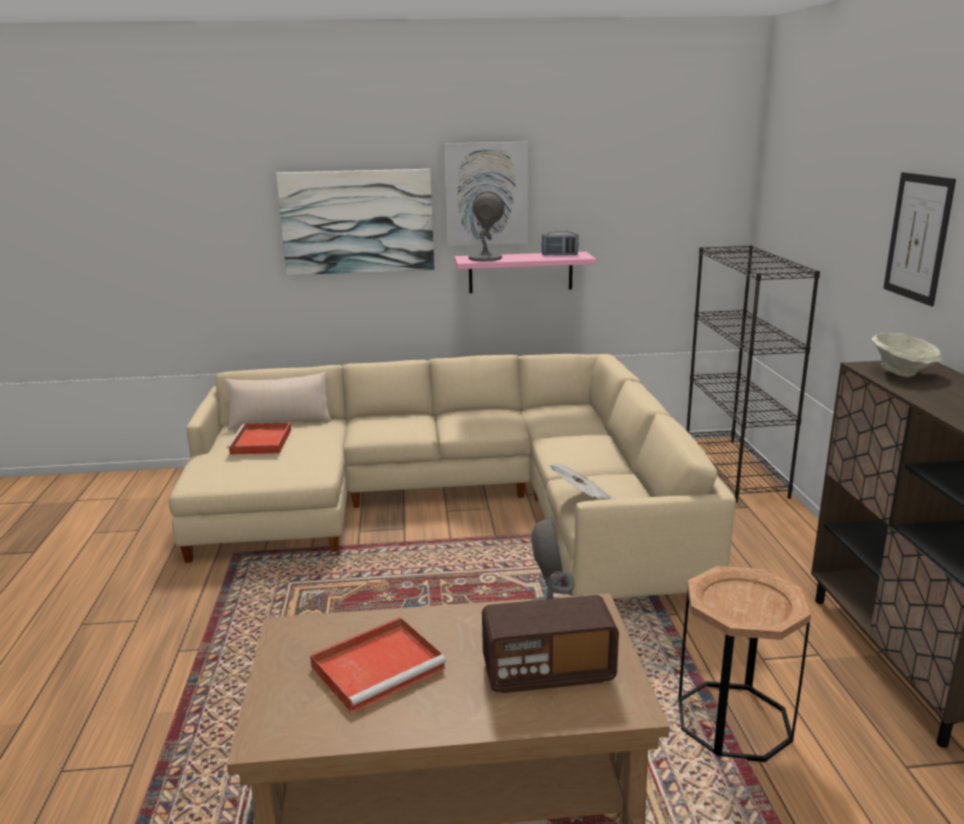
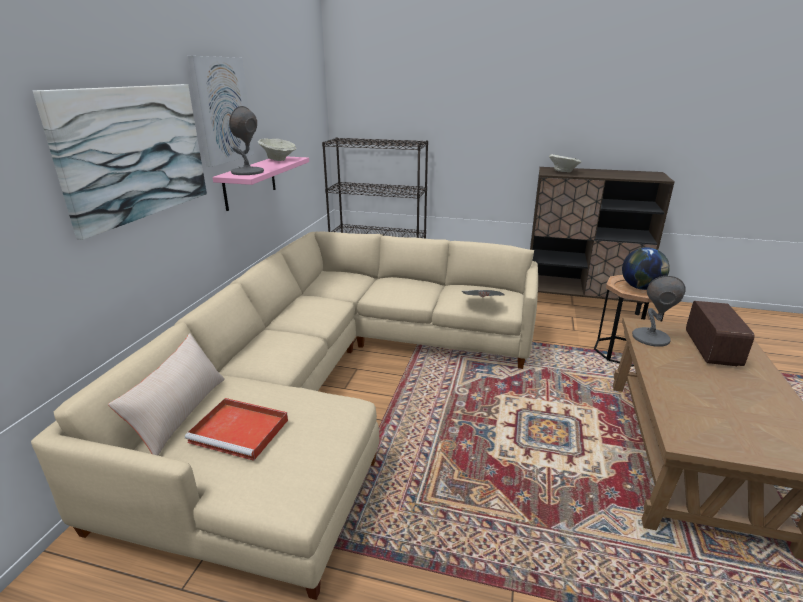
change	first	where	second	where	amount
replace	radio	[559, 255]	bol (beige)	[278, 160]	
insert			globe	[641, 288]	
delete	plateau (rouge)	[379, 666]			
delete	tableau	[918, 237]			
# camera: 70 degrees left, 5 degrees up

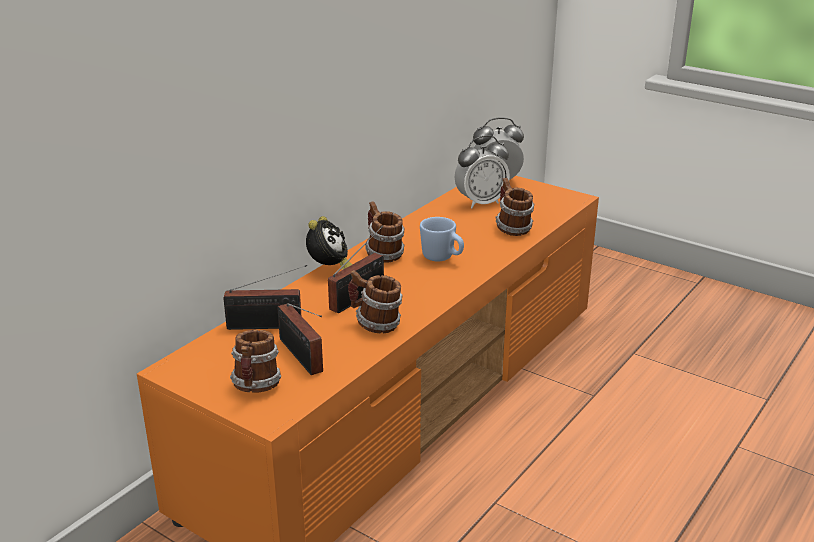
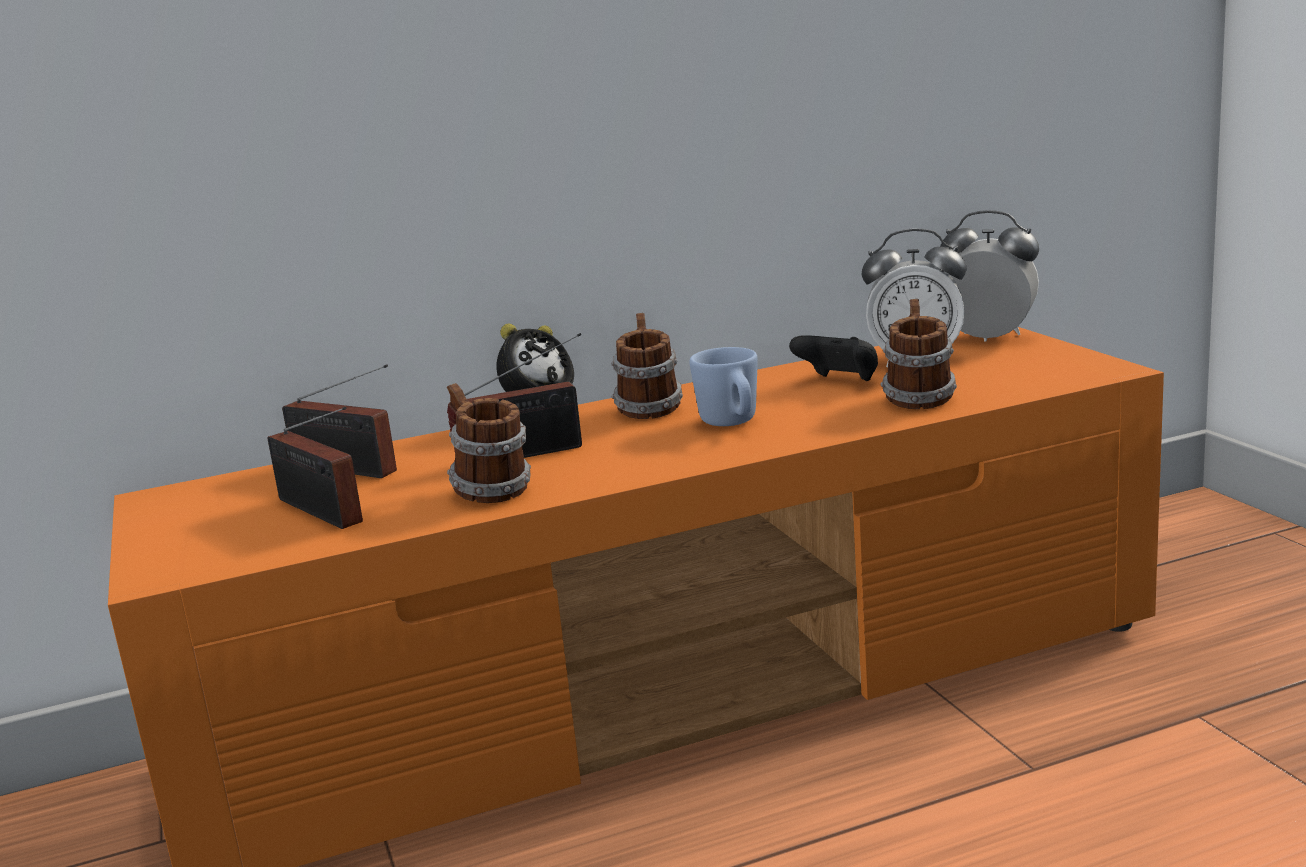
change	first	where	second	where	amount
rotate	radio	[302, 357]		[322, 513]	45 degrees counterclockwise
insert			manette (noir)	[839, 382]	
delete	mug	[256, 387]			
# camera: 35 degrees right, 10 degrees down

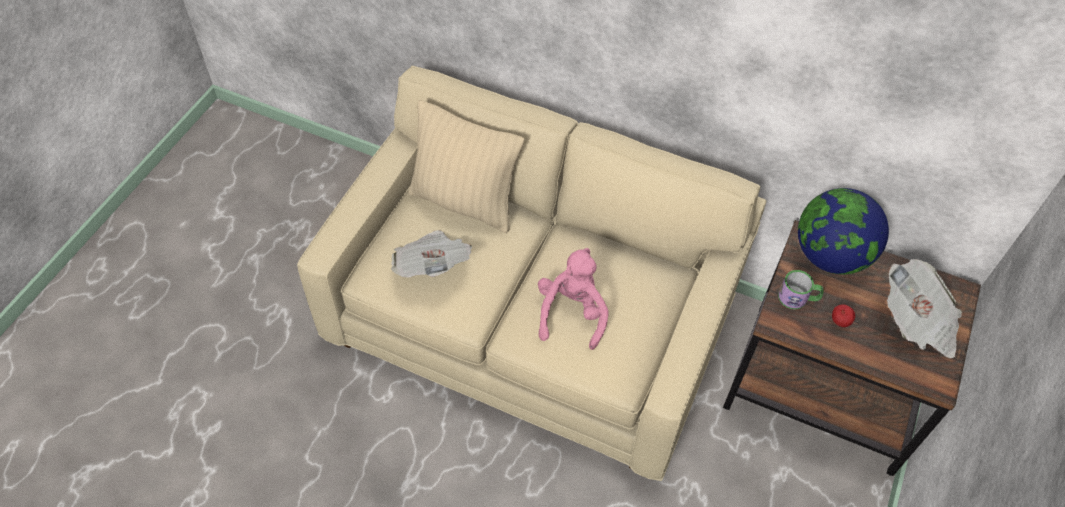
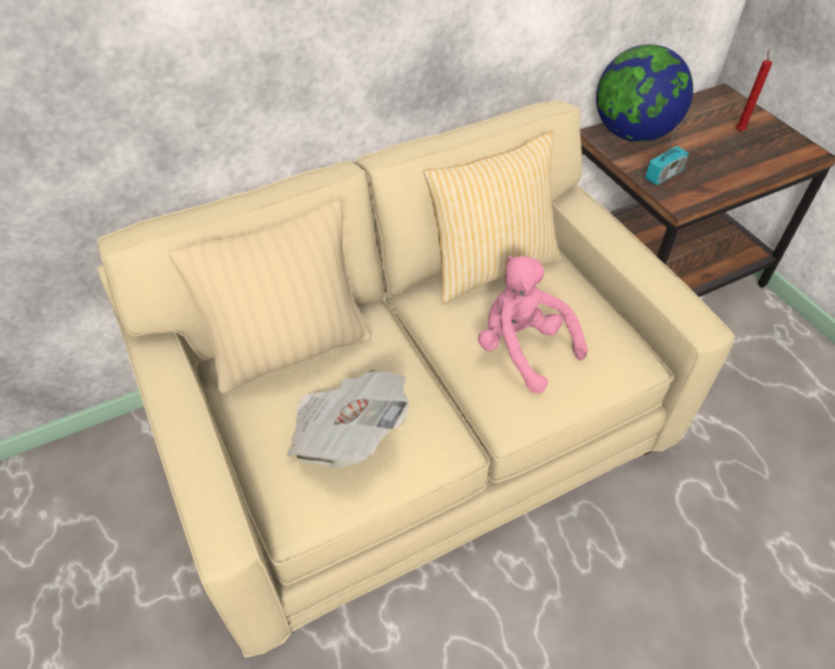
change	first	where	second	where	amount
insert			coussin	[490, 266]	
replace	mug	[798, 298]	radio	[663, 175]	
replace	journal	[917, 322]	bougie (rouge)	[739, 130]	
delete	pomme	[839, 322]			
# camera: 50 degrees left, 5 degrees down

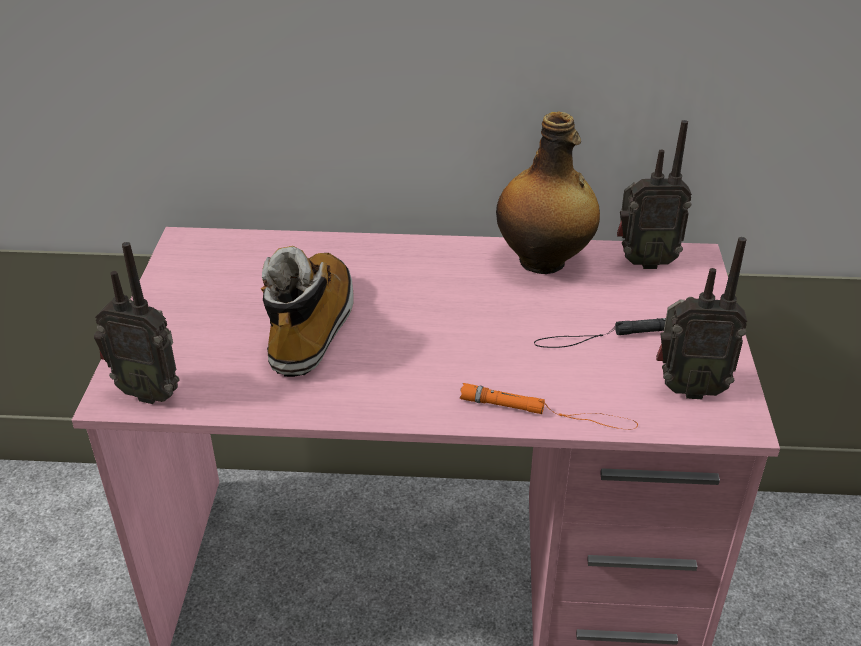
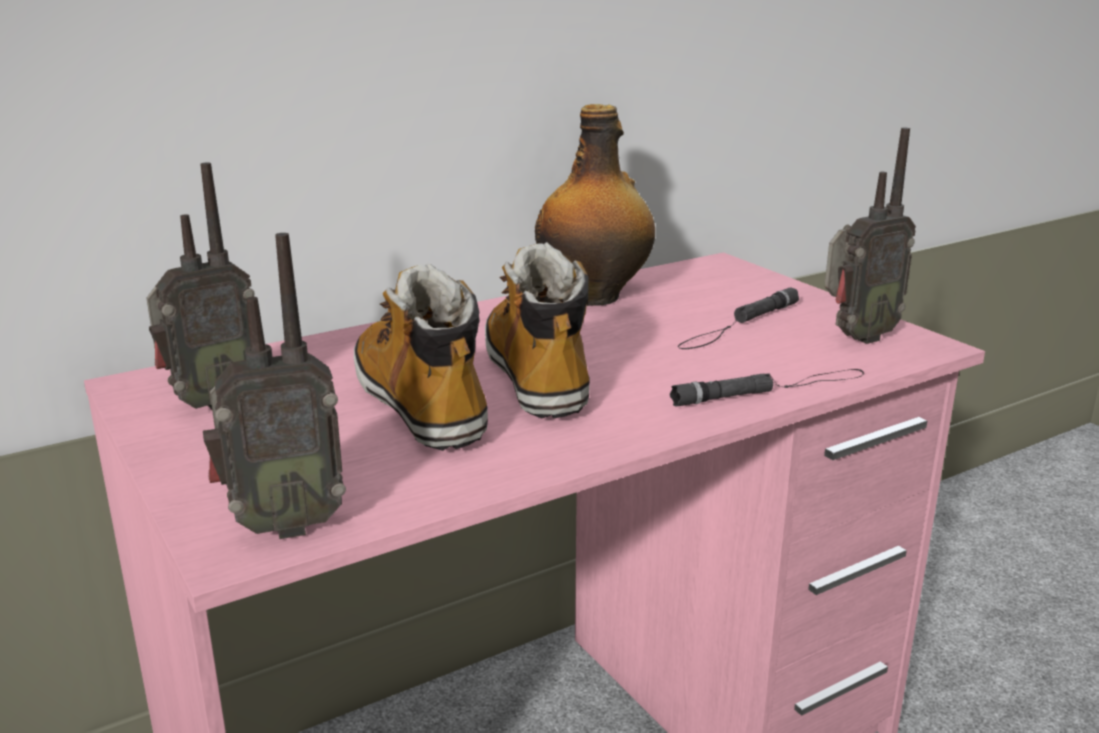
change	first	where	second	where	amount
move	radio	[643, 261]		[211, 404]	
insert			botte	[538, 377]	
recolor	lampe de poche (orange)	[548, 411]	lampe de poche (noir)	[771, 389]	
# camera: 35 degrees left, 15 degrees down

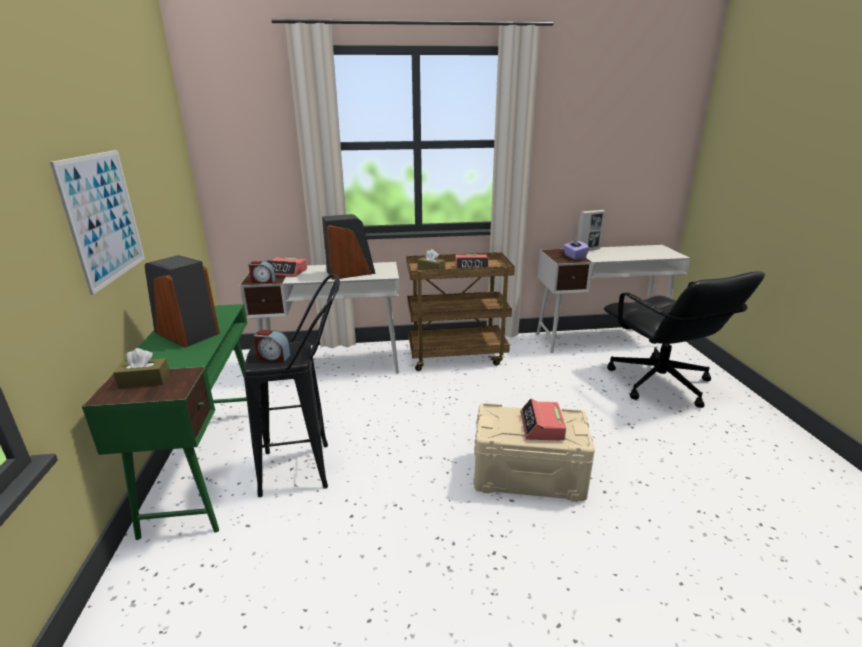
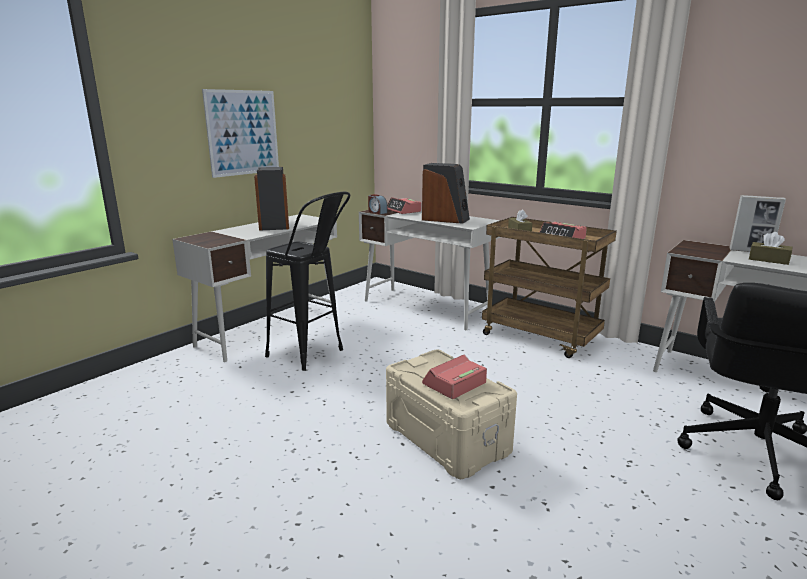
change	first	where	second	where	amount
recolor	bureau (vert)	[208, 464]	bureau (blanc)	[270, 330]	
move	boîte à mouchoirs (marron)	[144, 381]		[768, 260]	
delete	réveil	[273, 357]			
delete	boîte à mouchoirs (violet)	[574, 257]			
# camera: 45 degrees right, 5 degrees down

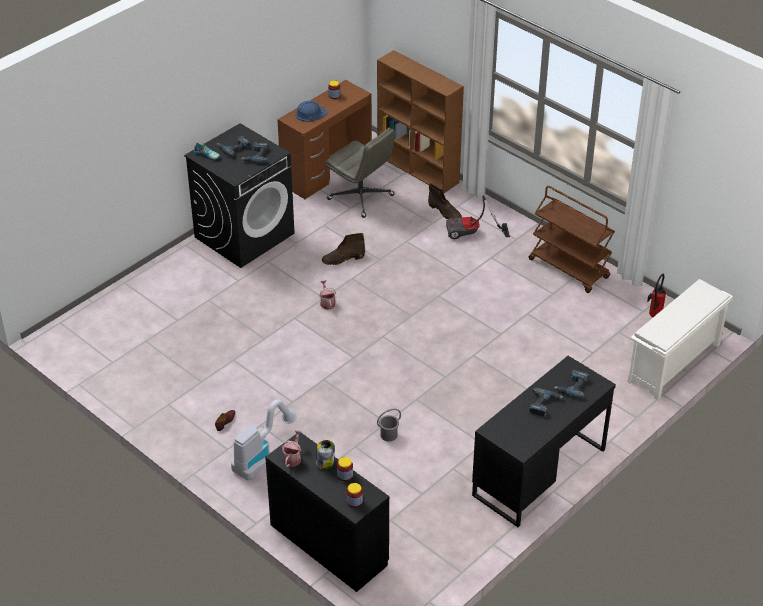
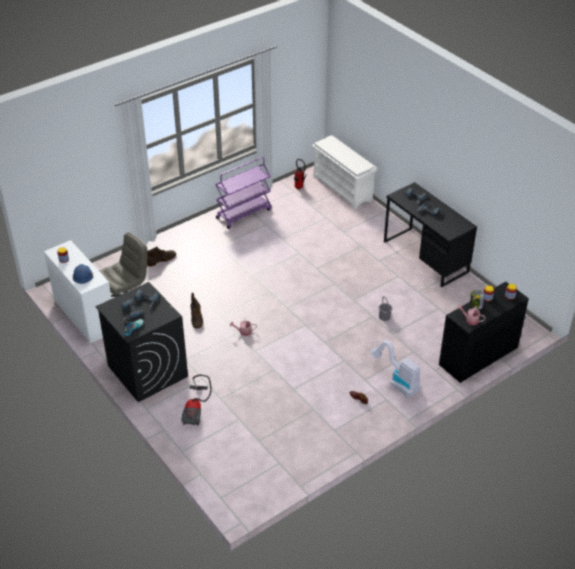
change	first	where	second	where	amount
recolor	bureau (marron)	[326, 171]	bureau (blanc)	[84, 315]	
move	aspirateur	[471, 234]		[196, 410]	
recolor	chariot (marron)	[569, 269]	chariot (violet)	[244, 213]	
delete	bibliothèque (marron)	[418, 169]			
# camera: 80 degrees left, 0 degrees up

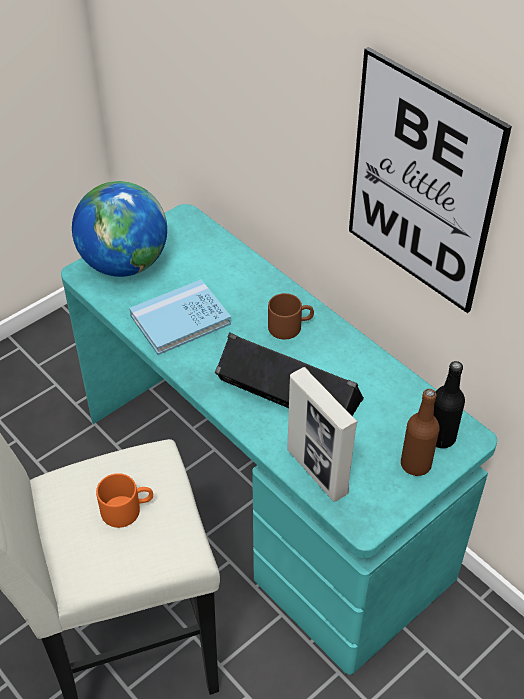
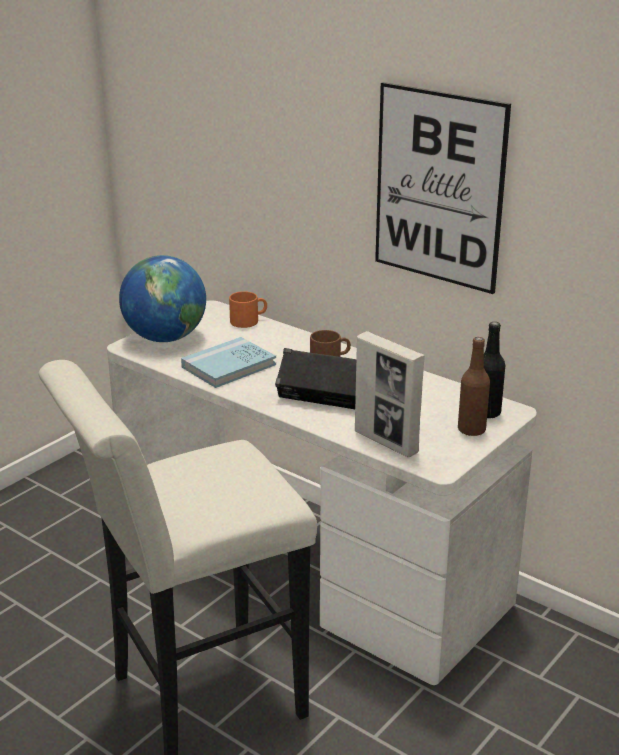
change	first	where	second	where	amount
recolor	bureau (turquoise)	[263, 490]	bureau (blanc)	[310, 562]	
move	mug (orange)	[127, 509]		[248, 320]	
# camera: 10 degrees left, 20 degrees down

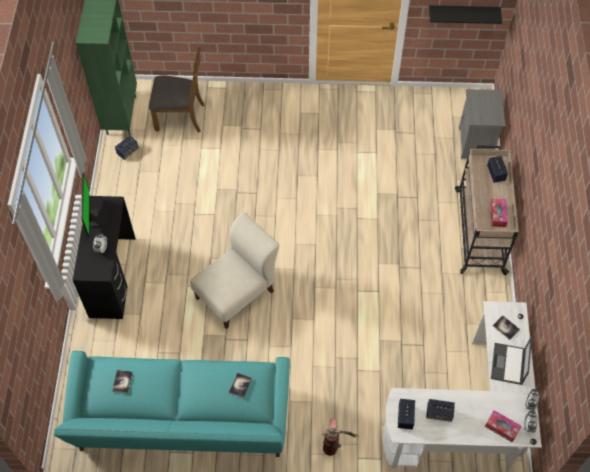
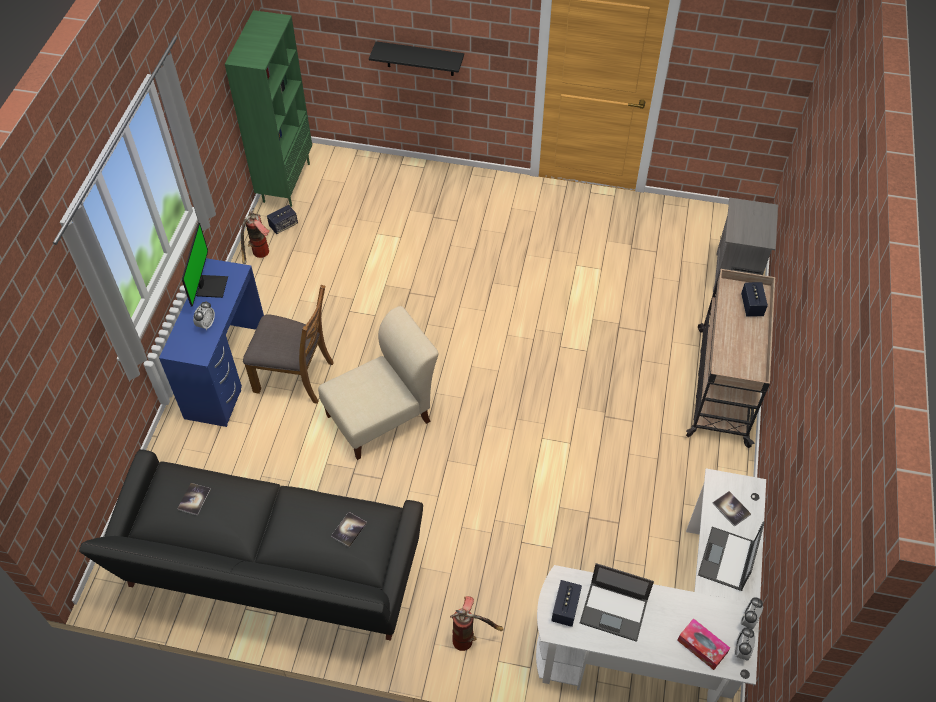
change	first	where	second	where	amount
recolor	canapé (turquoise)	[182, 422]	canapé (noir)	[271, 572]	
recolor	bureau (noir)	[112, 277]	bureau (bleu)	[226, 373]	
insert			extincteur	[259, 256]	
move	chaise (marron)	[180, 117]		[295, 376]	
move	étagère (noir)	[463, 14]		[420, 59]	
replace	enceinte	[439, 413]	ordinateur portable	[614, 611]	
delete	boîte à mouchoirs	[498, 215]			
# camera: 10 degrees right, 5 degrees down

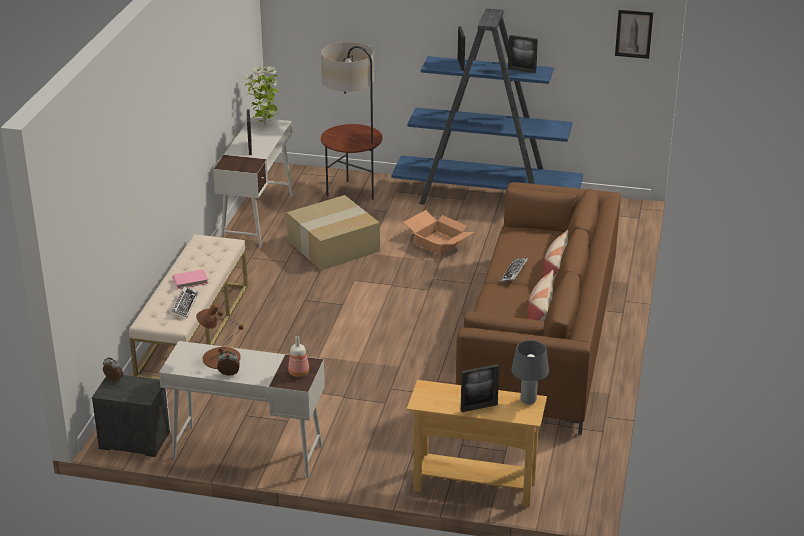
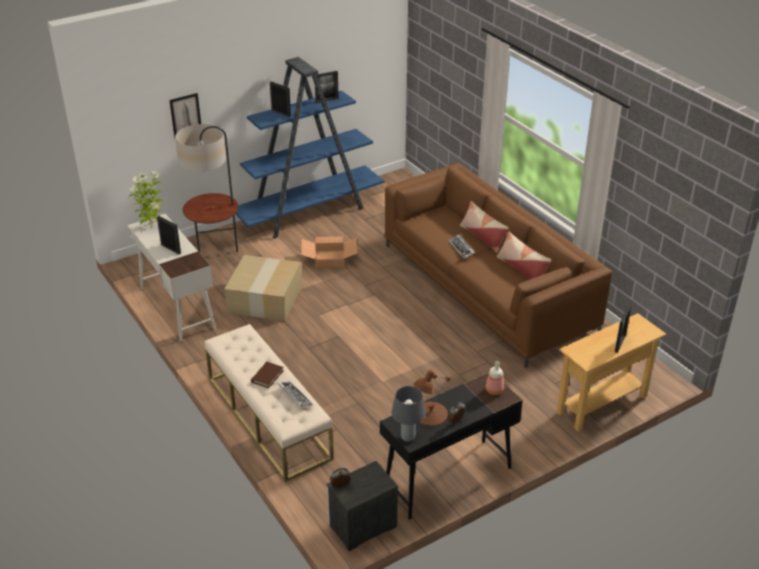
change	first	where	second	where	amount
move	tableau	[634, 34]		[185, 115]	
recolor	livre (rose)	[190, 281]	livre (marron)	[267, 376]	
recolor	bureau (blanc)	[247, 452]	bureau (noir)	[447, 478]	
move	lampe de table (gris)	[528, 401]		[407, 437]	
# camera: 45 degrees left, 5 degrees up

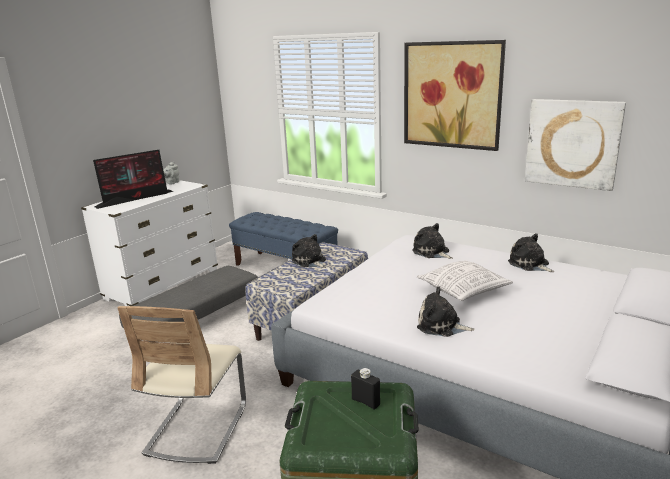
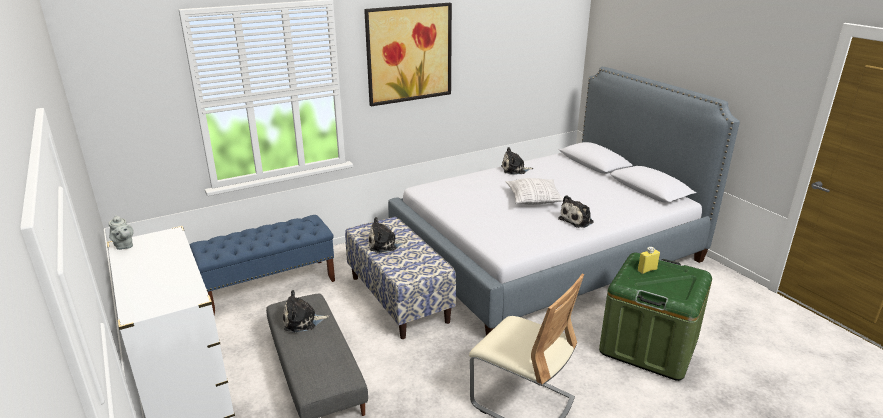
change	first	where	second	where	amount
move	peluche	[432, 252]		[303, 321]	
recolor	bouteille (noir)	[365, 401]	bouteille (jaune)	[647, 270]	
delete	écran d'ordinateur	[136, 198]			
delete	tableau	[572, 143]			
# camera: 65 degrees left, 5 degrees up

